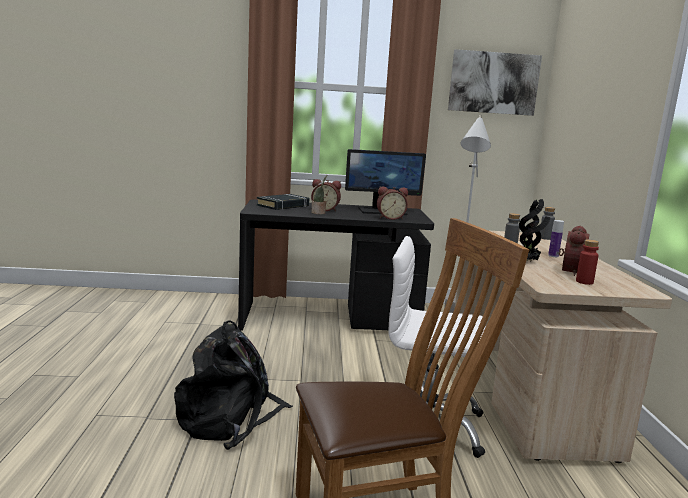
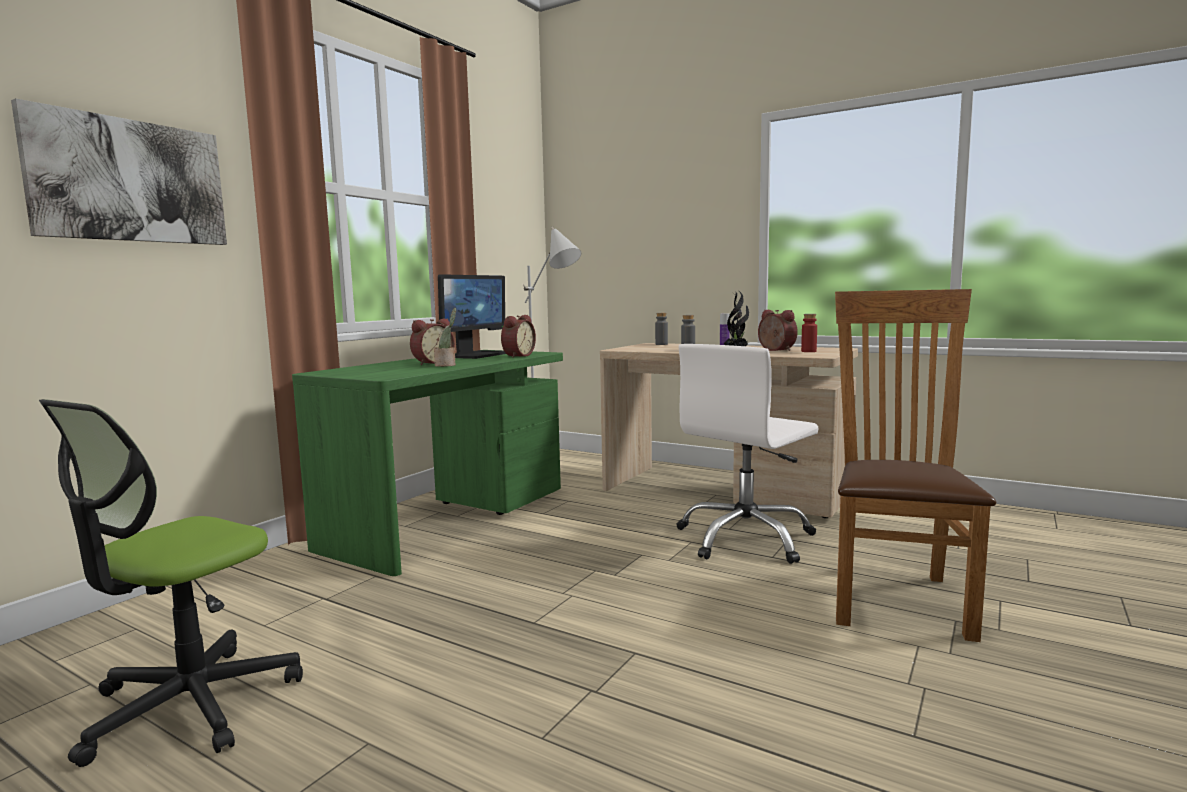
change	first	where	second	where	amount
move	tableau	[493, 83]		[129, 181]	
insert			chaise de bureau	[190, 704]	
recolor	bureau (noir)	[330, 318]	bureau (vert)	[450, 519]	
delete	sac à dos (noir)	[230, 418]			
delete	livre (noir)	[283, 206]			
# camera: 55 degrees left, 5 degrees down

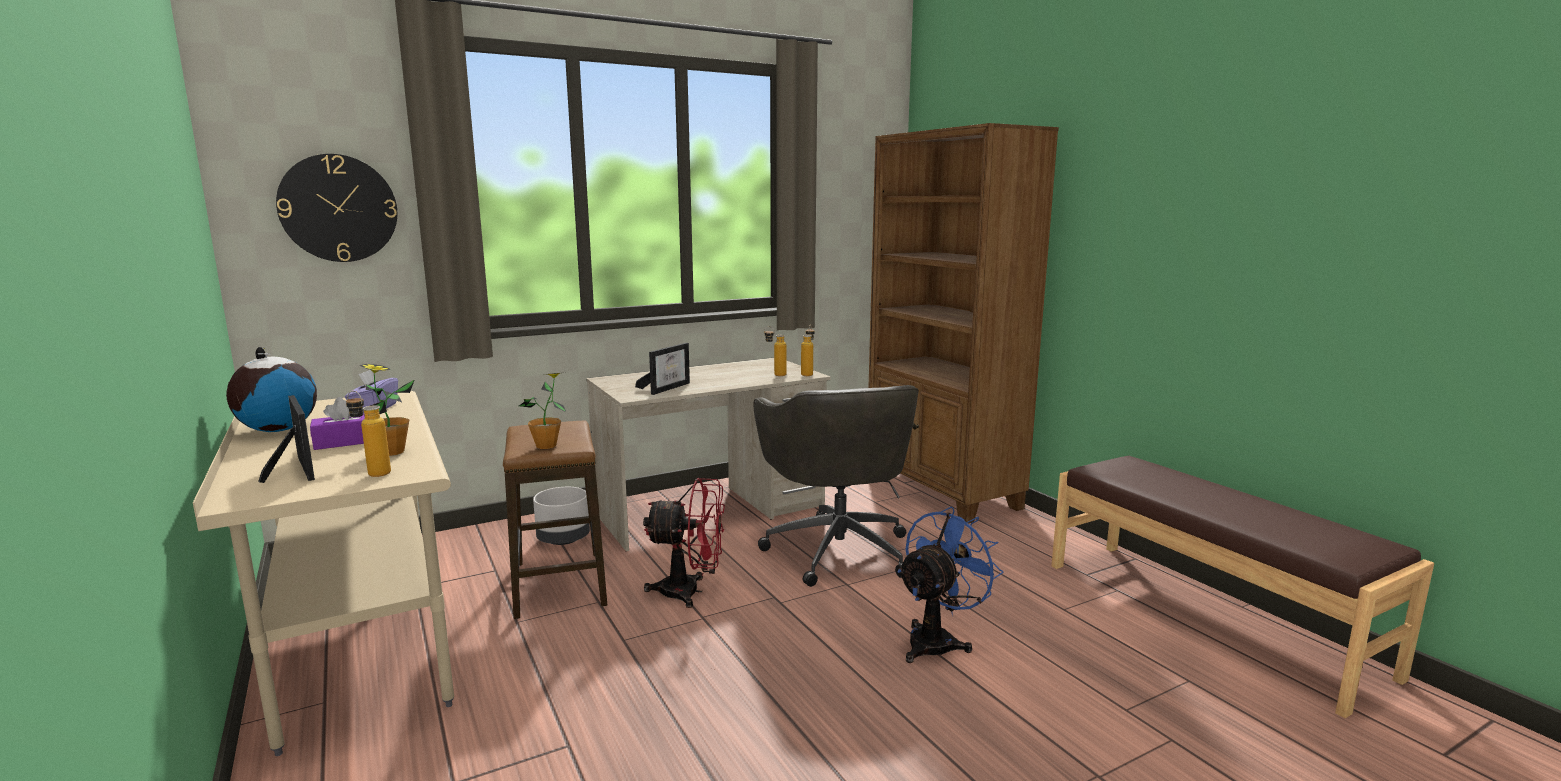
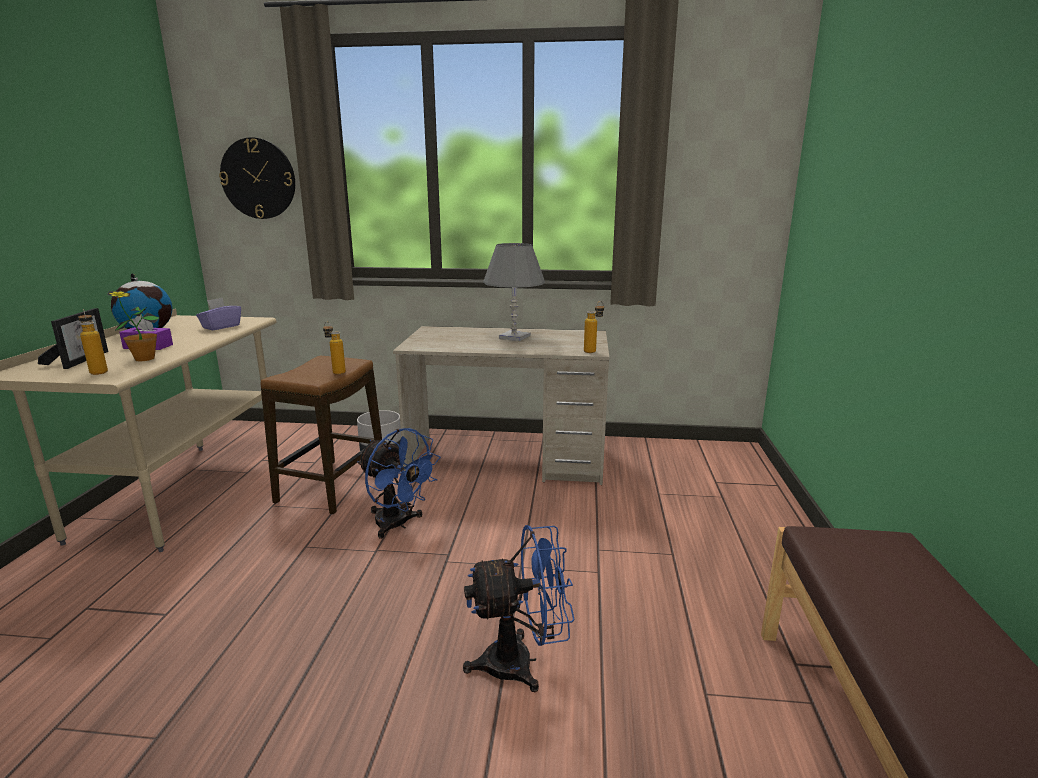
change	first	where	second	where	amount
move	bouteille	[775, 375]		[336, 372]	
recolor	ventilateur (rouge)	[690, 592]	ventilateur (bleu)	[398, 525]	
insert			lampe de table (gris)	[514, 337]	
delete	plante en pot	[546, 446]			
delete	cadre photo	[667, 388]			
delete	chaise de bureau (gris)	[837, 549]			
delete	bibliothèque (marron)	[942, 491]			
# camera: 35 degrees right, 5 degrees up

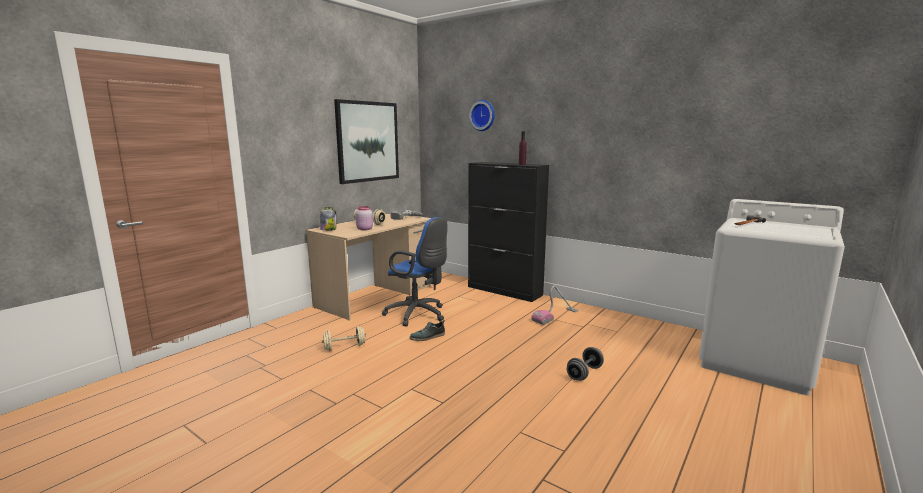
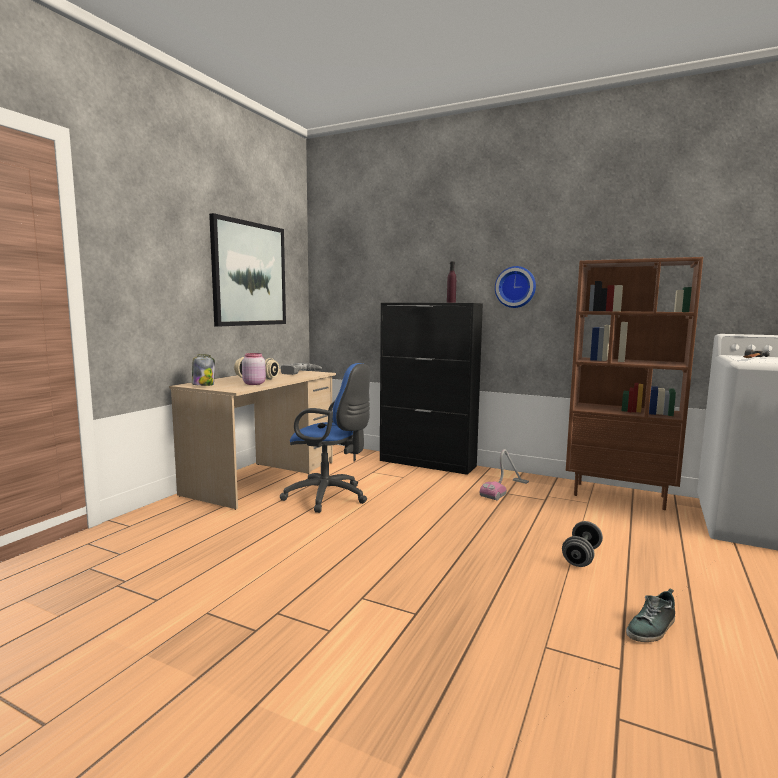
change	first	where	second	where	amount
move	horloge murale	[483, 115]		[515, 287]	
insert			bibliothèque (marron)	[620, 495]	
move	chaussure	[428, 337]		[652, 628]	
delete	haltère (beige)	[344, 347]			
# camera: 10 degrees left, 5 degrees down

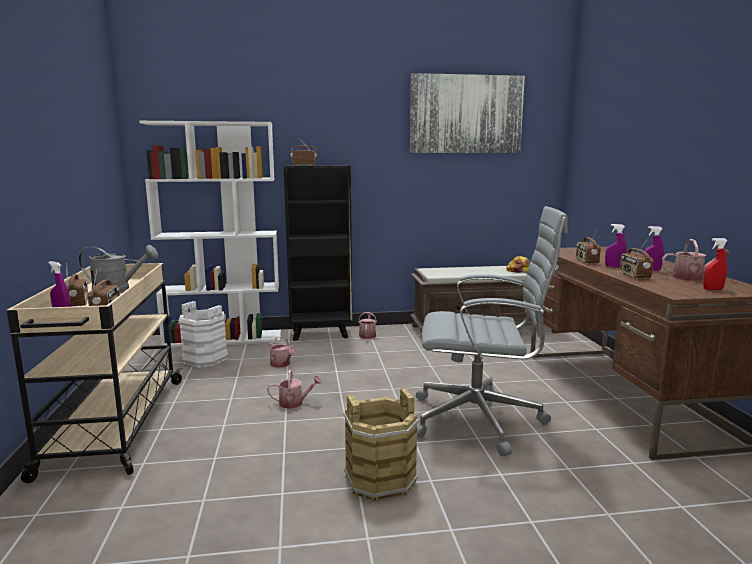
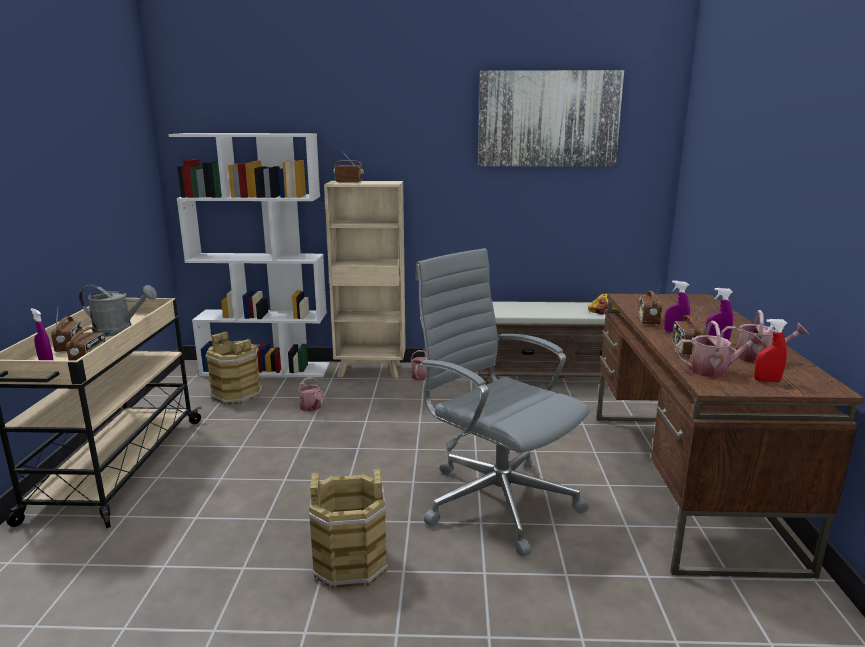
change	first	where	second	where	amount
recolor	seau (blanc)	[205, 359]	seau (marron)	[237, 394]	
recolor	bibliothèque (noir)	[321, 334]	bibliothèque (beige)	[371, 371]	
rotate	chaise de bureau (gris)	[481, 420]		[496, 499]	150 degrees counterclockwise
move	arrosoir	[295, 403]		[714, 371]	
# camera: 10 degrees right, 5 degrees up

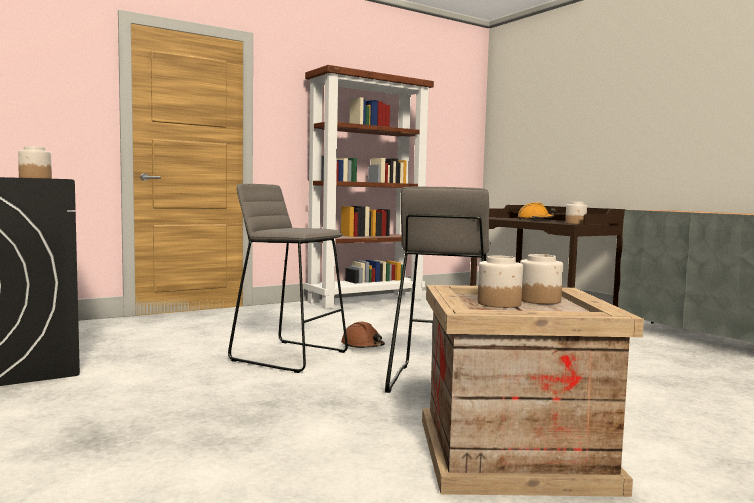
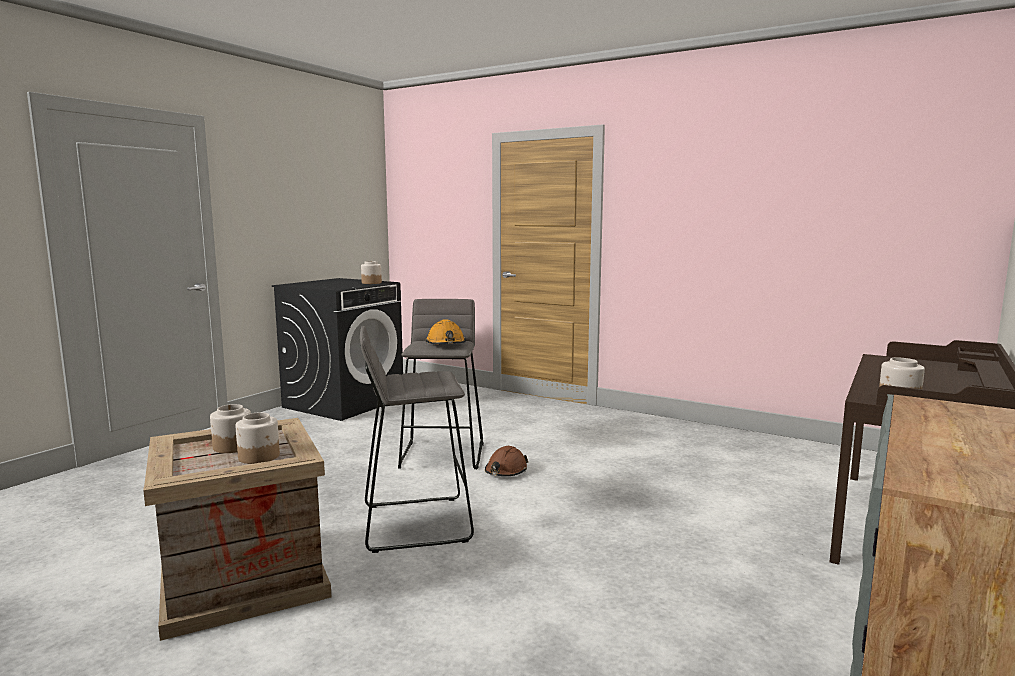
change	first	where	second	where	amount
move	casque de chantier (orange)	[535, 219]		[446, 344]	
delete	bibliothèque (marron)	[366, 300]			
# camera: 65 degrees right, 5 degrees up

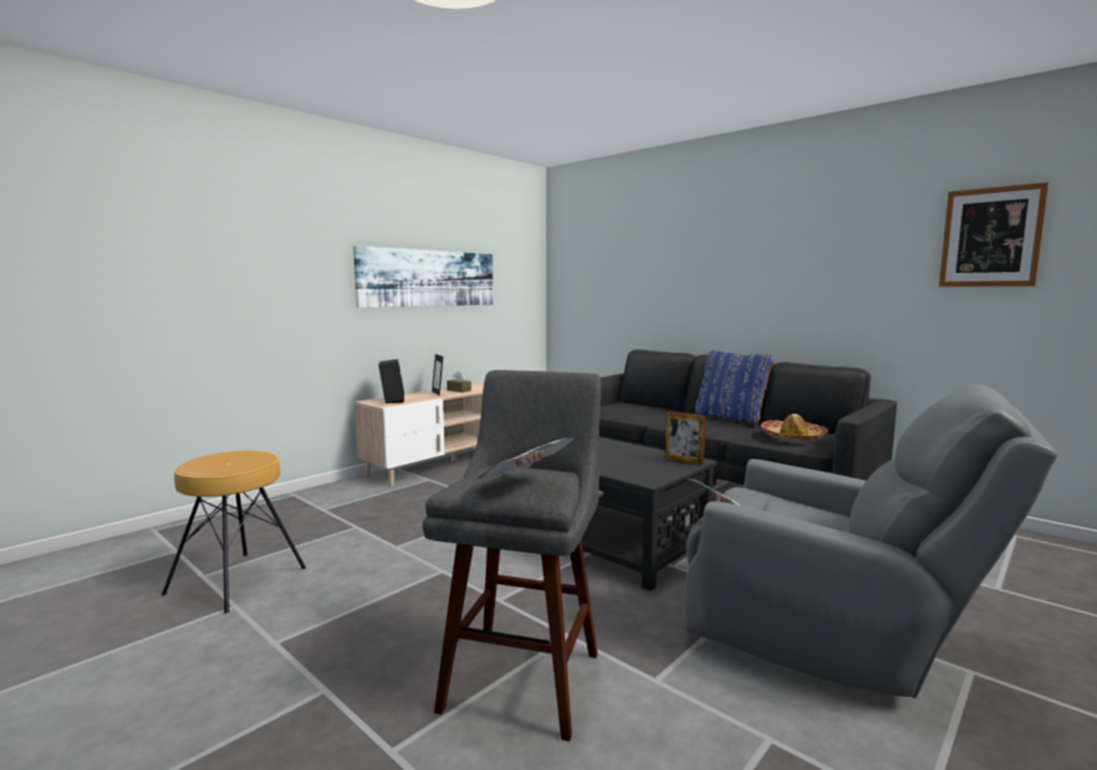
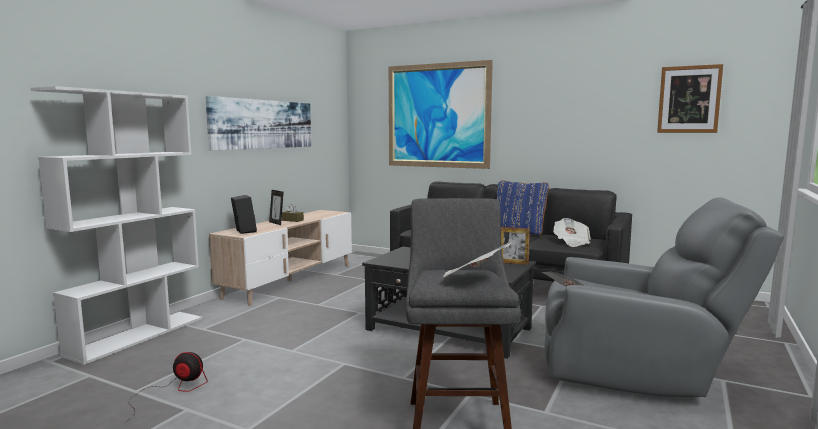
change	first	where	second	where	amount
insert			bibliothèque (blanc)	[137, 335]	
replace	tabouret (marron)	[238, 581]	ventilateur	[172, 391]	
insert			tableau	[437, 116]	
replace	chapeau	[793, 437]	journal	[571, 243]	
# camera: 15 degrees left, 0 degrees up

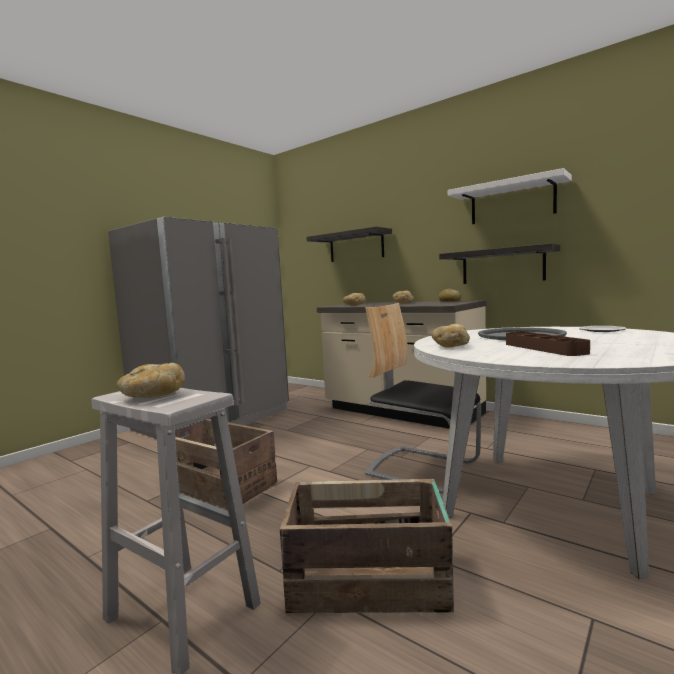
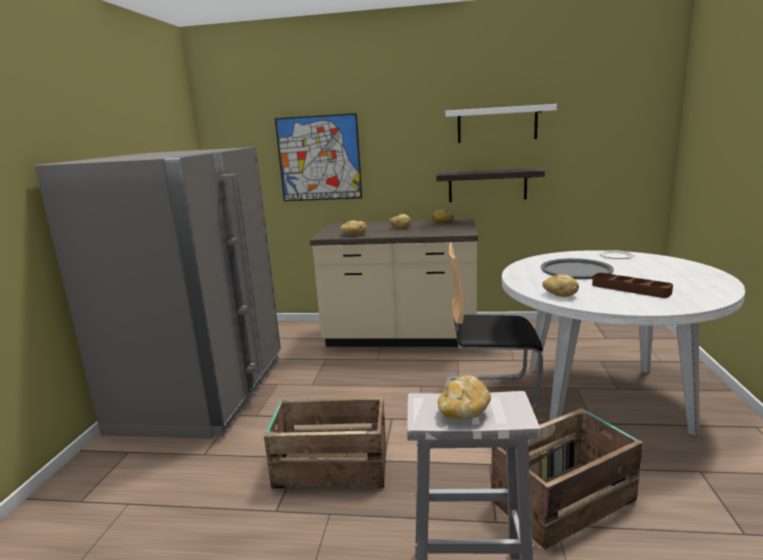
change	first	where	second	where	amount
replace	étagère	[356, 246]	tableau	[319, 158]	
# camera: 30 degrees left, 10 degrees up

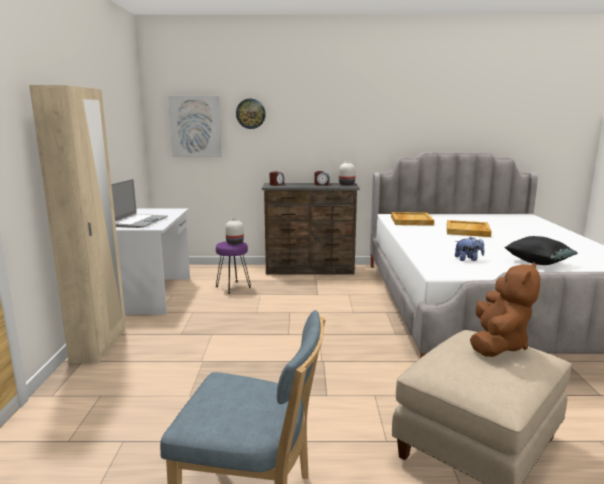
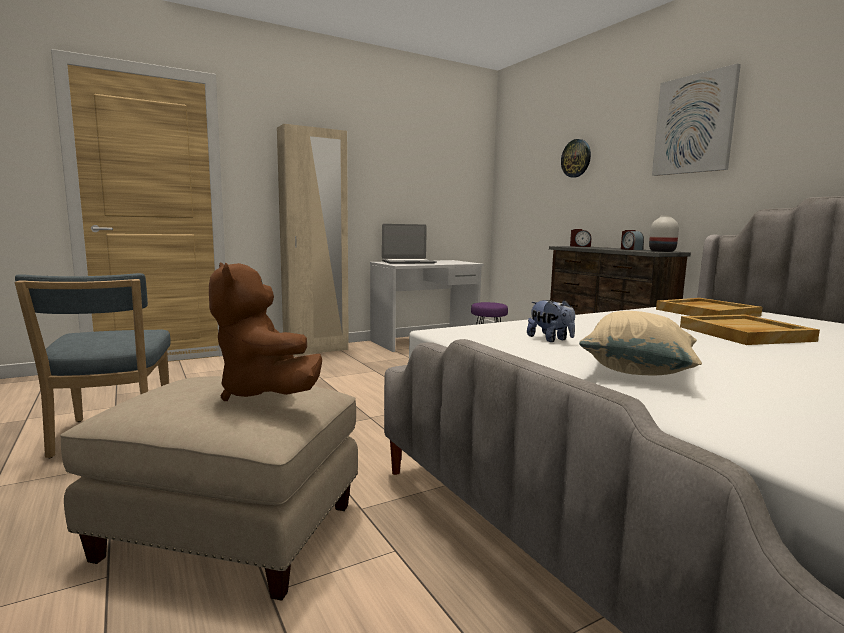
change	first	where	second	where	amount
rotate	peluche (marron)	[497, 344]		[264, 393]	60 degrees clockwise
recolor	coussin (noir)	[538, 262]	coussin (beige)	[638, 372]	
move	tableau	[195, 126]		[694, 124]	
delete	vase (blanc)	[234, 243]			
# camera: 60 degrees right, 5 degrees down

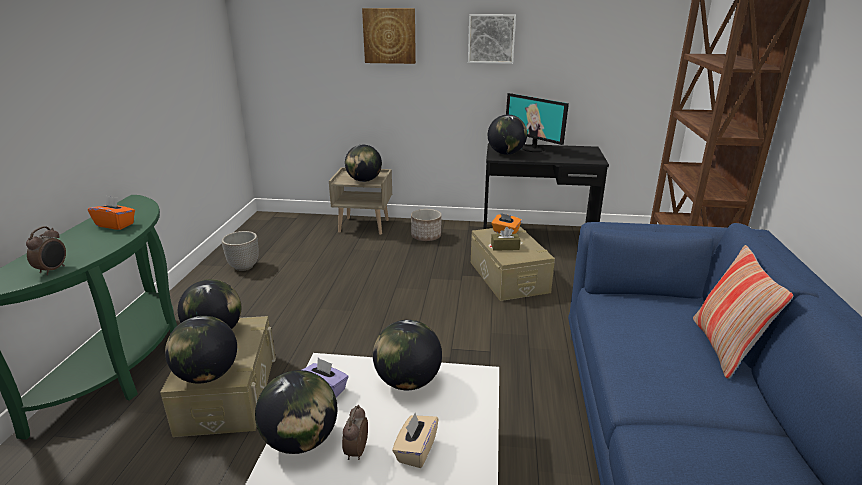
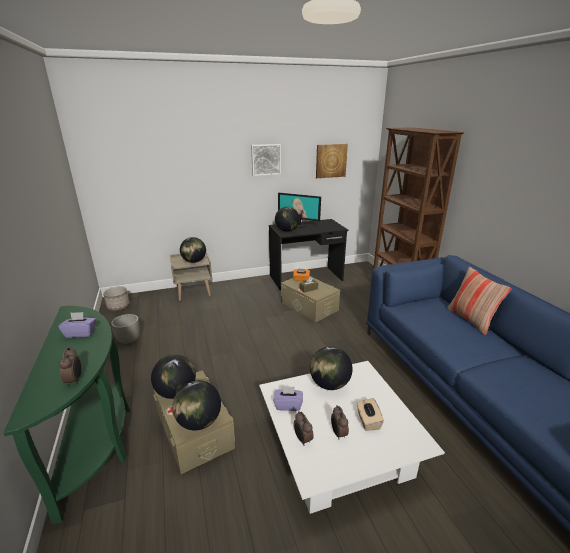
change	first	where	second	where	amount
recolor	boîte à mouchoirs (orange)	[115, 225]	boîte à mouchoirs (violet)	[80, 333]	
move	cache-pot	[426, 236]		[118, 306]	
replace	globe	[301, 440]	réveil	[302, 439]	
move	tableau	[389, 36]		[331, 160]	
# camera: 25 degrees left, 0 degrees up

